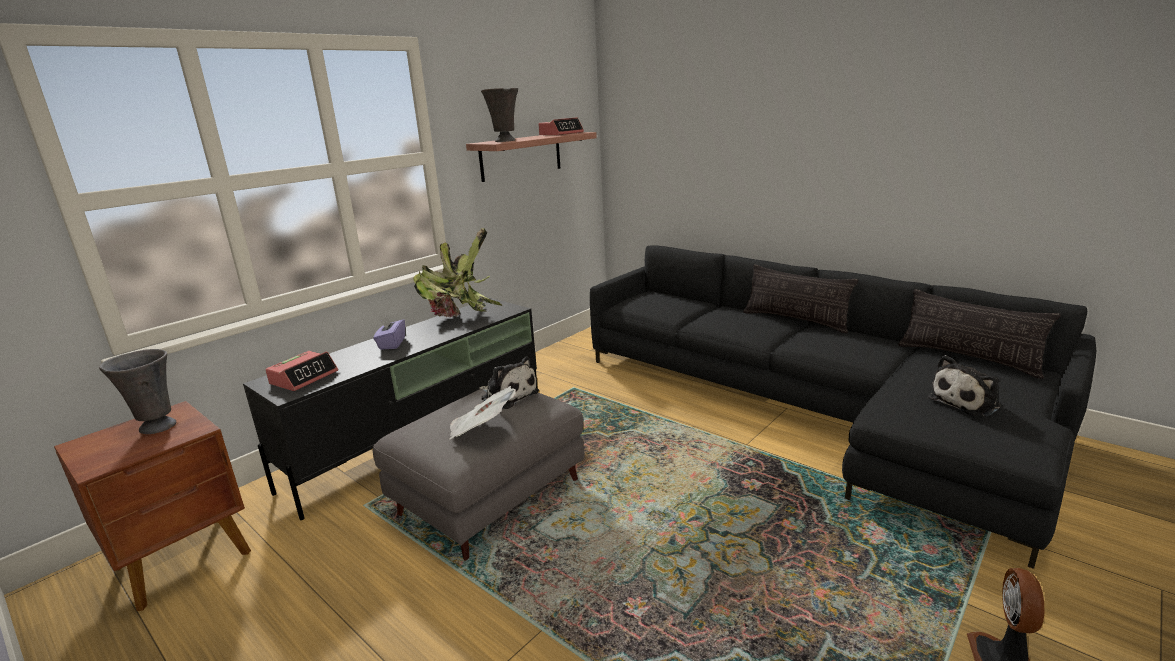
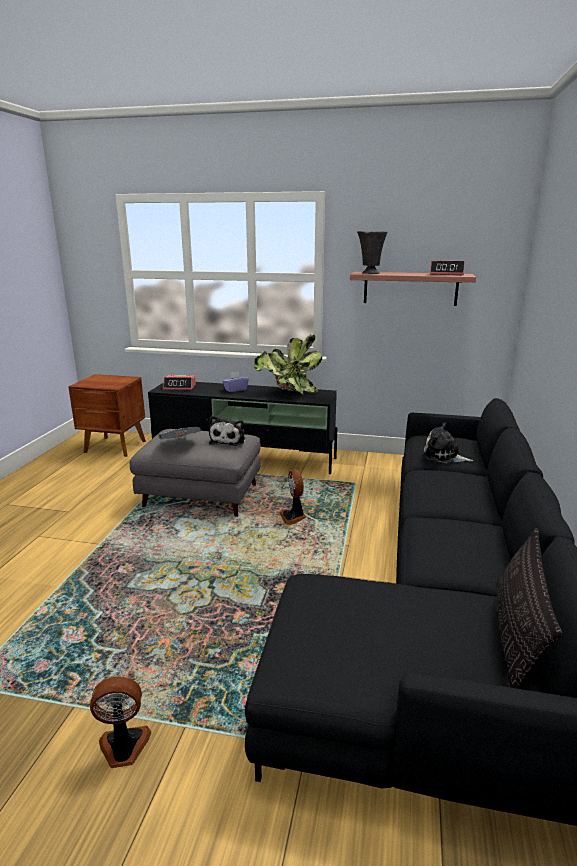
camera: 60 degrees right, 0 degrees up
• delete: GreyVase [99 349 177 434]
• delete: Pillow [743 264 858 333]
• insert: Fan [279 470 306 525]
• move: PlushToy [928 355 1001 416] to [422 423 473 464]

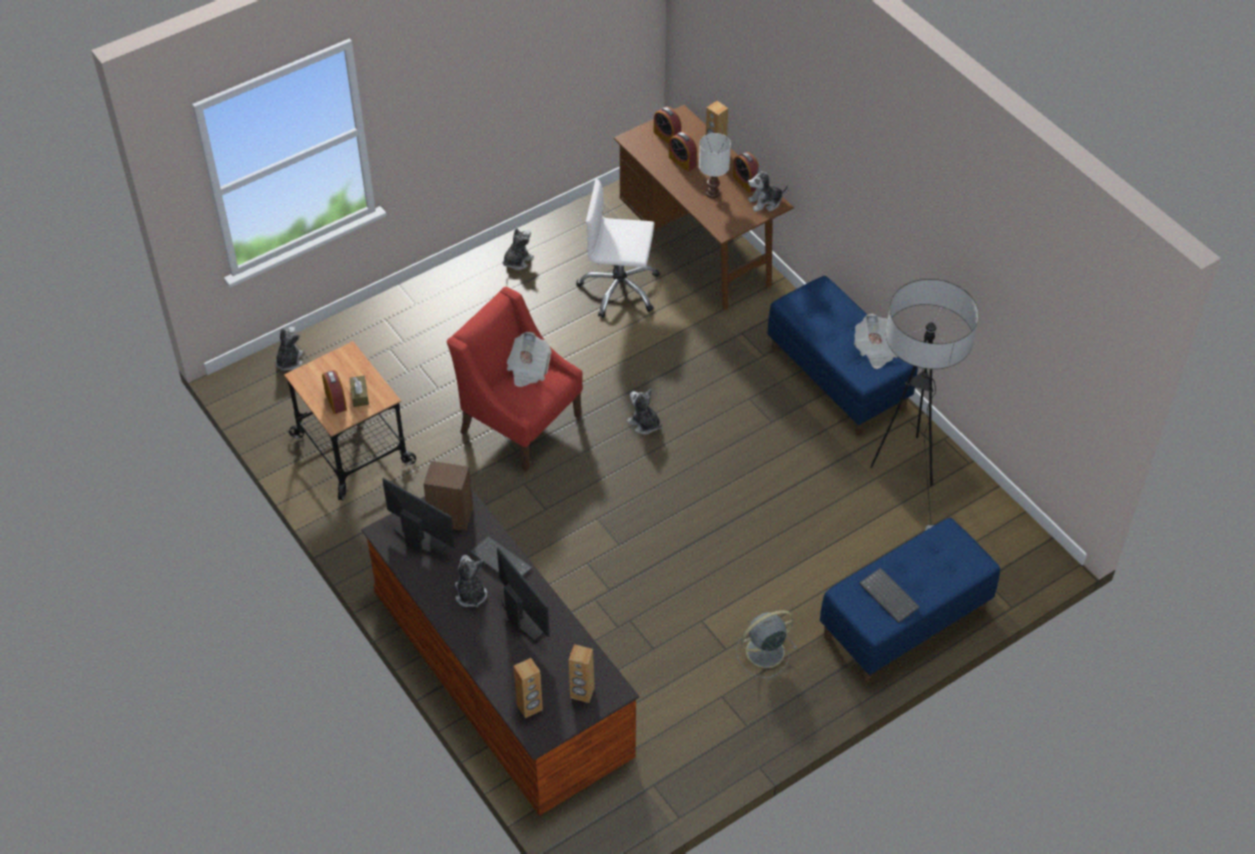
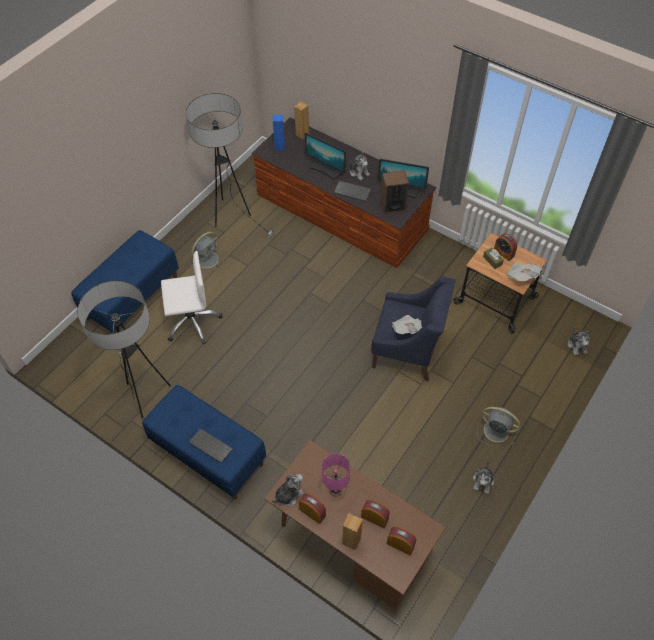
camera: 160 degrees right, 5 degrees up
• delete: PlushToy [627 389 662 435]
• insert: FloorLamp [186 93 273 238]
• insert: GreyFan [477 407 520 446]
• move: WhiteOfficeChair [576 179 660 318] to [161 251 223 344]
• move: Newspaper [854 314 898 369] to [506 263 542 281]
• move: Keyboard [859 568 920 623] to [188 429 233 463]
• recolor: RedArmchair [447 287 583 471] to BlueArmchair [371 276 456 381]
• recolor: BrownSpeaker [569 644 595 703] to BlueSpeaker [272 114 285 150]
• recolor: WhiteTableLamp [699 133 731 198] to PinkTableLamp [322 454 350 496]

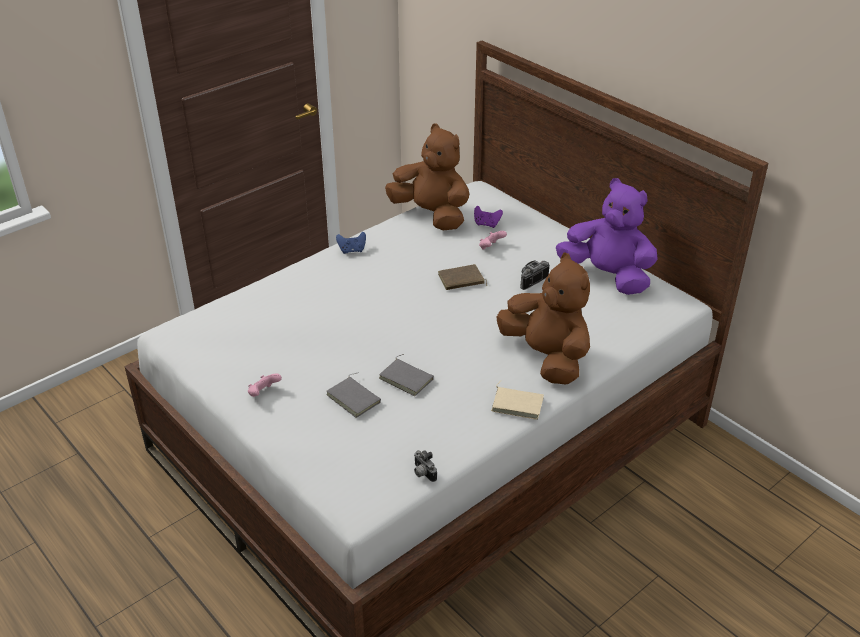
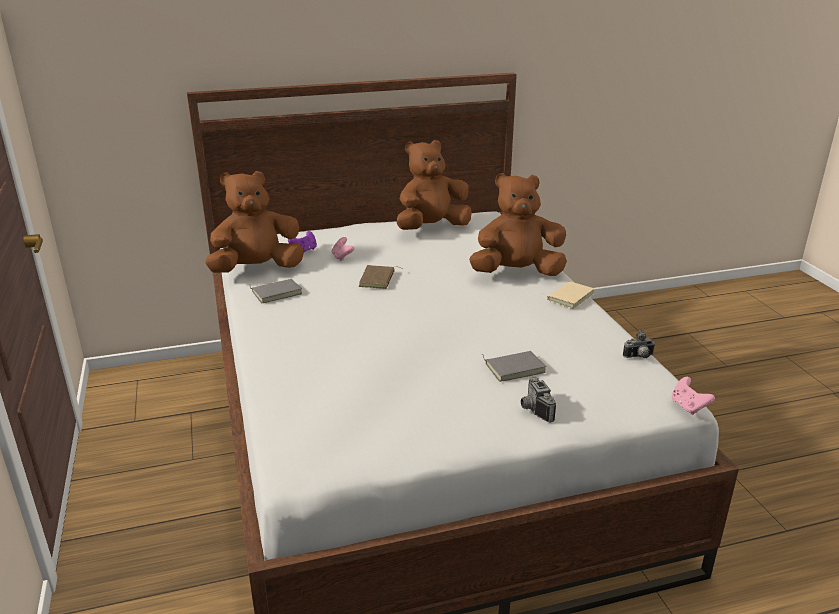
camera: 65 degrees left, 10 degrees down
• delete: BlueGameController [336 232 366 254]
• move: PinkGameController [248 373 282 397] to [672 377 715 415]
• move: GreyBook [379 354 434 396] to [250 279 302 303]
• move: PhotoCamera [520 261 549 290] to [521 377 556 423]
• recolor: PurplePlushToy [556 178 658 295] to BrownPlushToy [396 140 472 230]

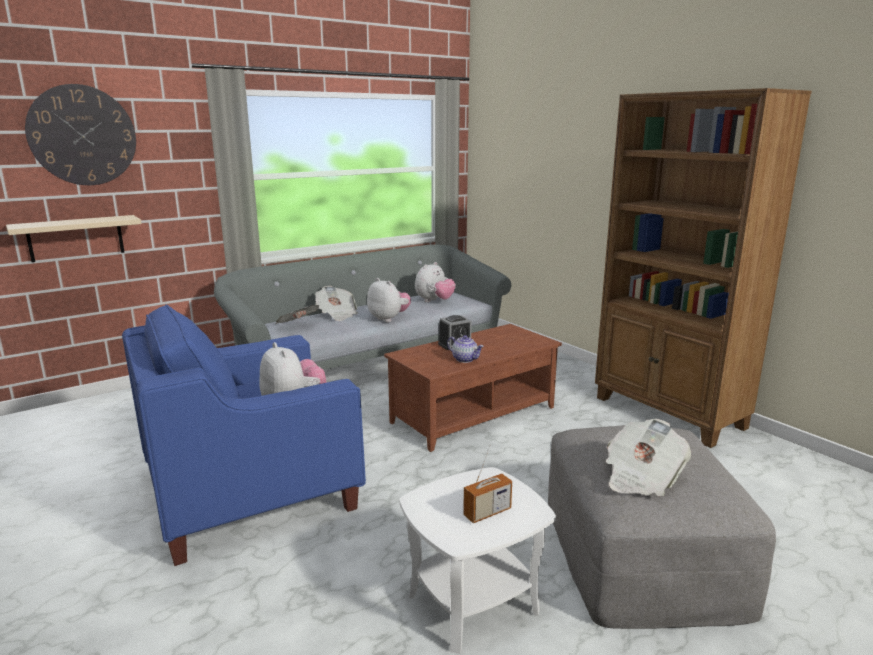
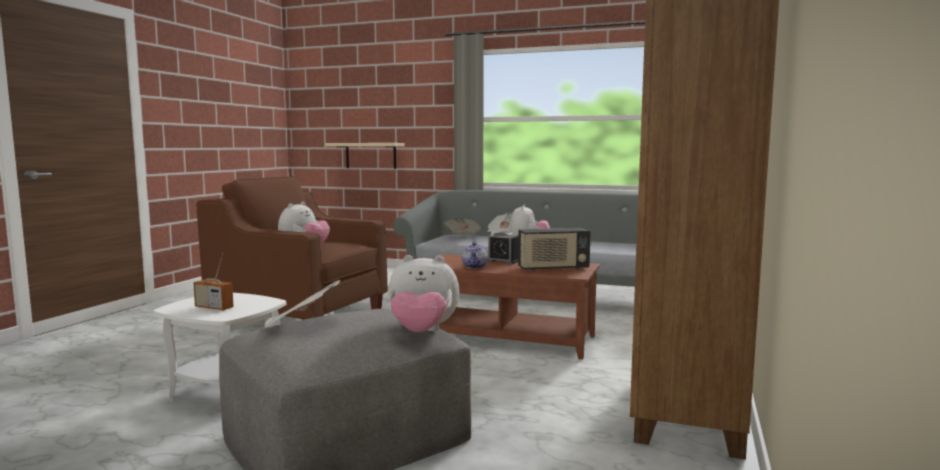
camera: 55 degrees right, 10 degrees down
• delete: WallClock [25 84 136 185]
• insert: Radio [518 228 591 271]
• move: PlushToy [415 262 456 302] to [388 255 459 332]
• recolor: BlueArmchair [122 305 366 566] to BrownArmchair [196 176 388 320]

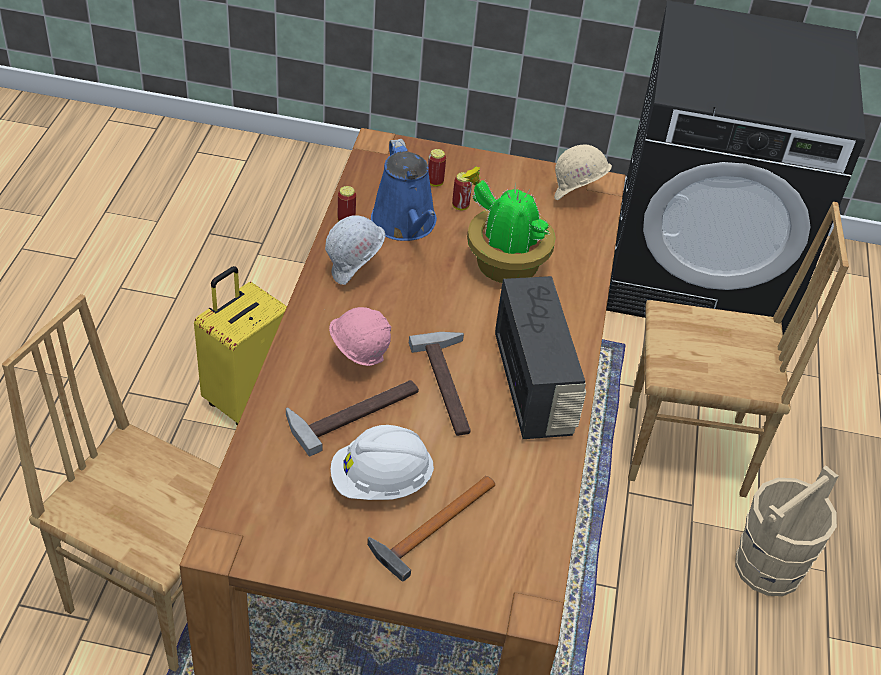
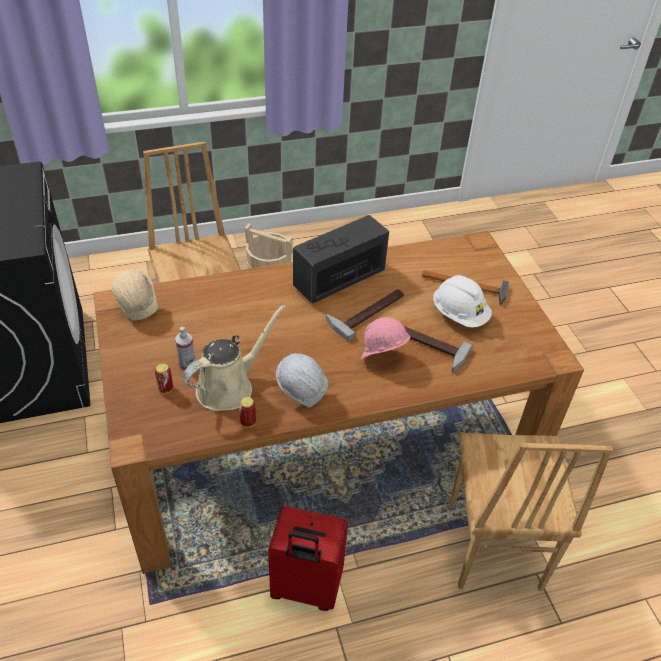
camera: 115 degrees left, 0 degrees up
• delete: PottedPlant [462 167 555 283]
• replace: Can [452 172 472 210] to SprayBottle [175 326 195 371]
• recolor: YellowSuitcase [194 266 287 426] to RedSuitcase [268 506 348 611]
• recolor: BlueWateringCan [371 139 437 241] to BeigeWateringCan [183 304 286 411]

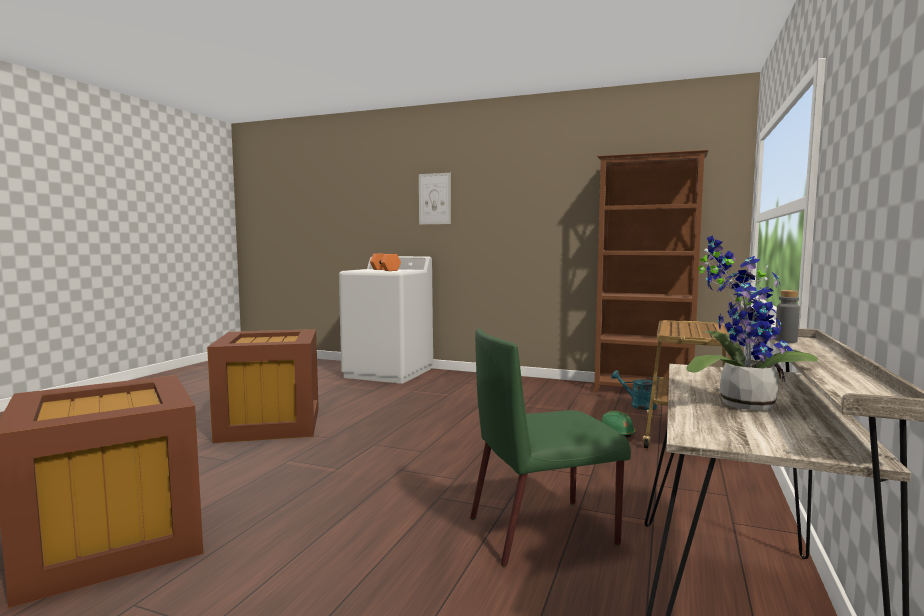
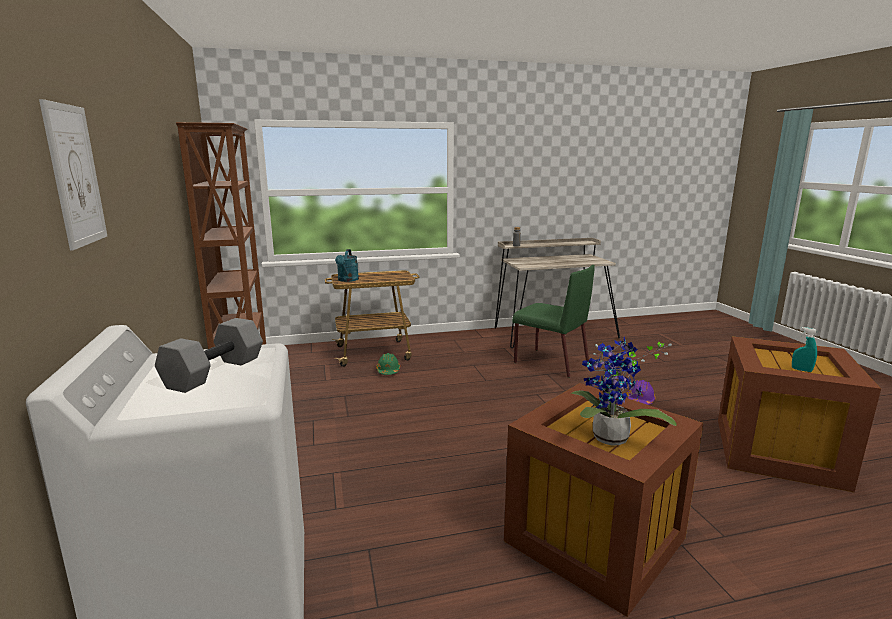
camera: 125 degrees left, 10 degrees up
• insert: PurpleHardHat [627 380 656 405]
• insert: TurquoiseSprayBottle [792 327 817 372]
• move: TurquoiseWateringCan [611 370 658 410] to [335 249 359 282]
• move: PottedPlant [686 235 818 411] to [571 337 677 446]
• recolor: OrangeDumbbell [370 254 401 271] to GreyDumbbell [155 318 263 393]

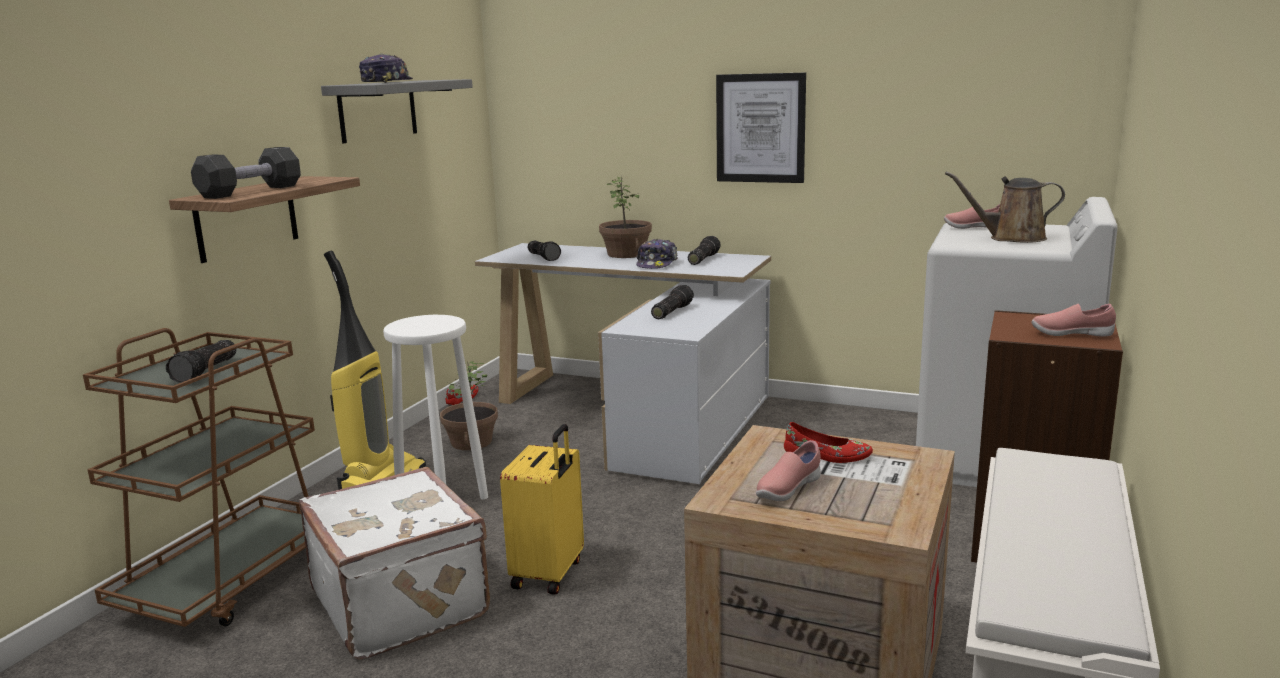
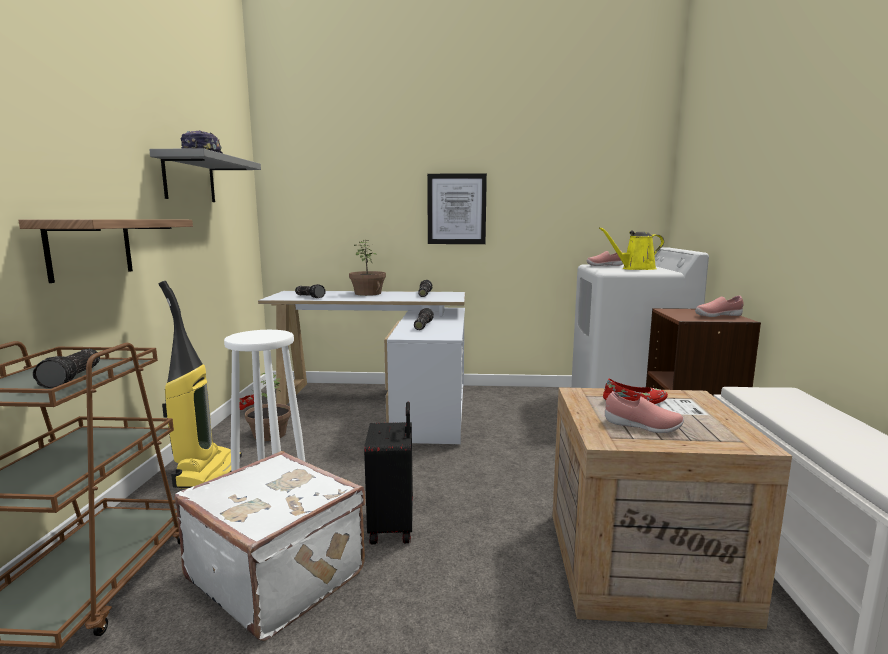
camera: 20 degrees left, 5 degrees down
• delete: BlackDumbbell [191 147 301 199]
• delete: Cap [636 239 678 269]
• recolor: YellowSuitcase [500 424 584 595] to BlackSuitcase [364 402 413 544]
• recolor: BrownWateringCan [945 172 1065 243] to YellowWateringCan [599 227 664 270]
• rotate: PinkShoe [756 440 821 501] = [605 391 684 433] 90 degrees counterclockwise

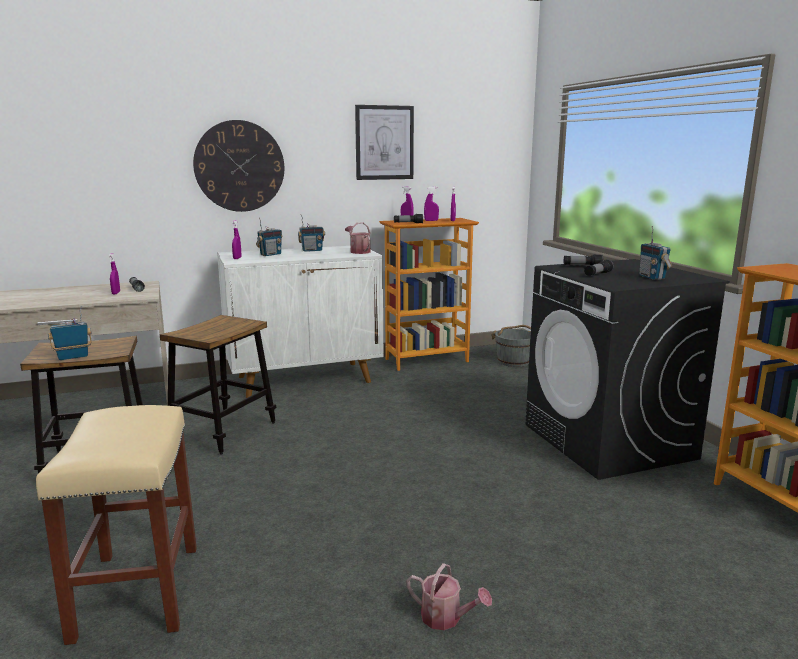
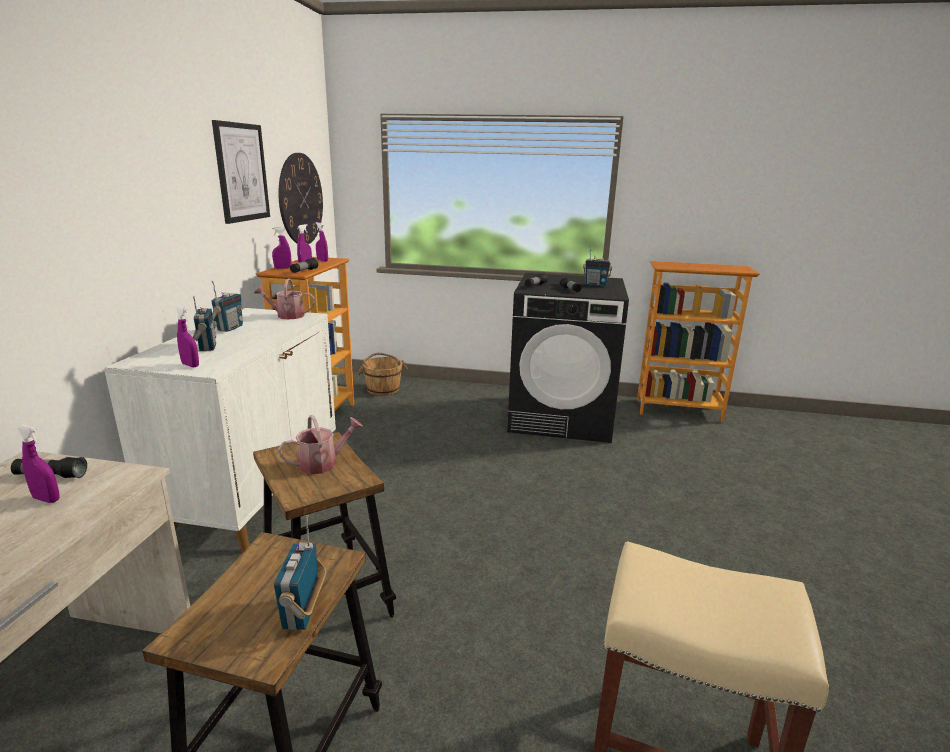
camera: 60 degrees left, 5 degrees up
• move: WallClock [193 120 284 212] to [278 153 323 244]
• move: WateringCan [407 563 492 630] to [278 415 363 474]
• recolor: GreyBucket [491 325 531 367] to BrownBucket [357 353 408 396]

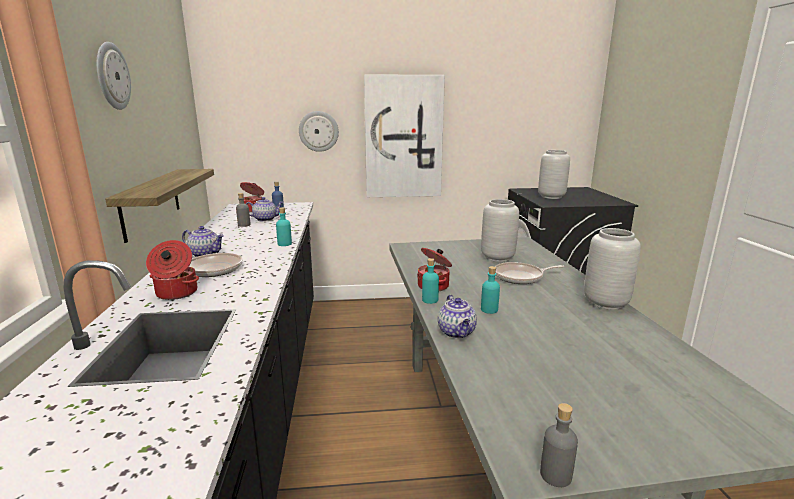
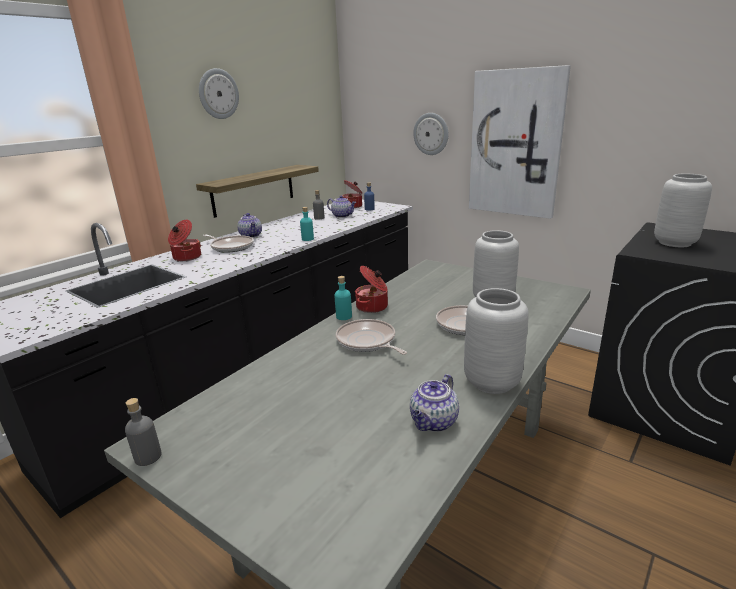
camera: 45 degrees right, 5 degrees up
• move: Teapot [438 295 477 338] to [410 374 459 432]
• replace: TurquoiseBottle [481 266 500 314] to FryingPan [336 319 407 355]

